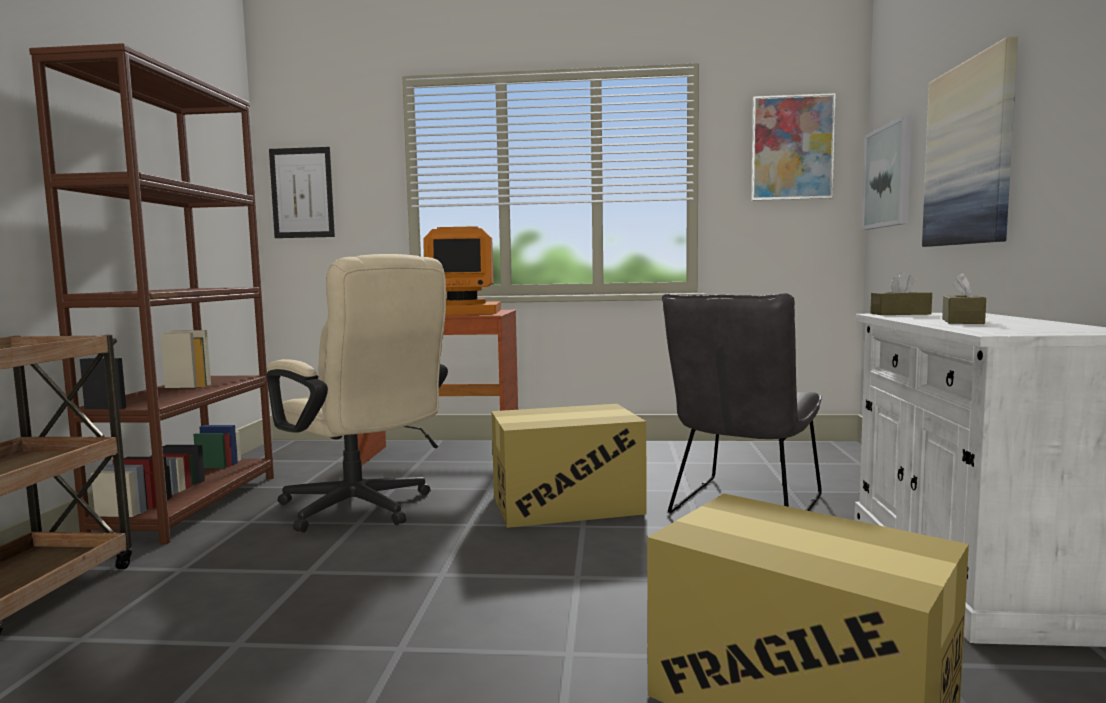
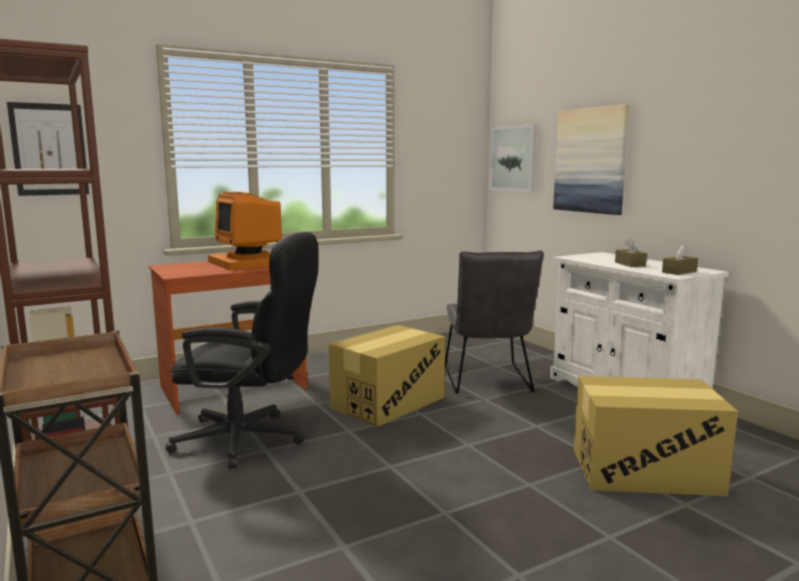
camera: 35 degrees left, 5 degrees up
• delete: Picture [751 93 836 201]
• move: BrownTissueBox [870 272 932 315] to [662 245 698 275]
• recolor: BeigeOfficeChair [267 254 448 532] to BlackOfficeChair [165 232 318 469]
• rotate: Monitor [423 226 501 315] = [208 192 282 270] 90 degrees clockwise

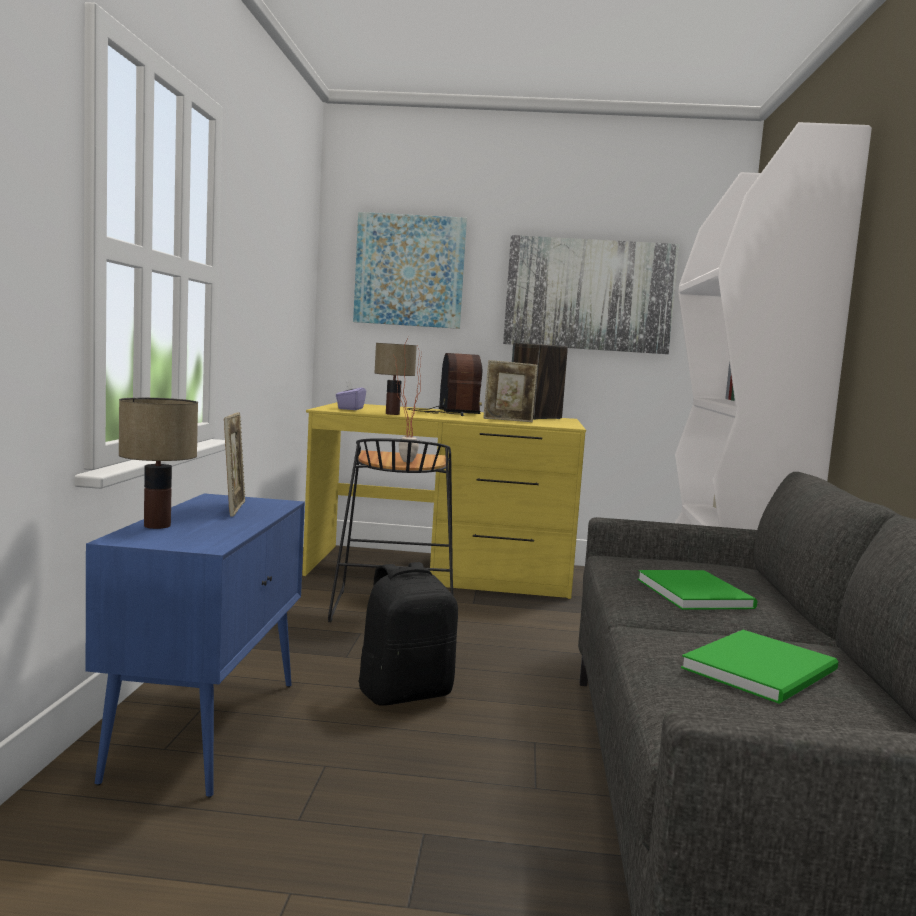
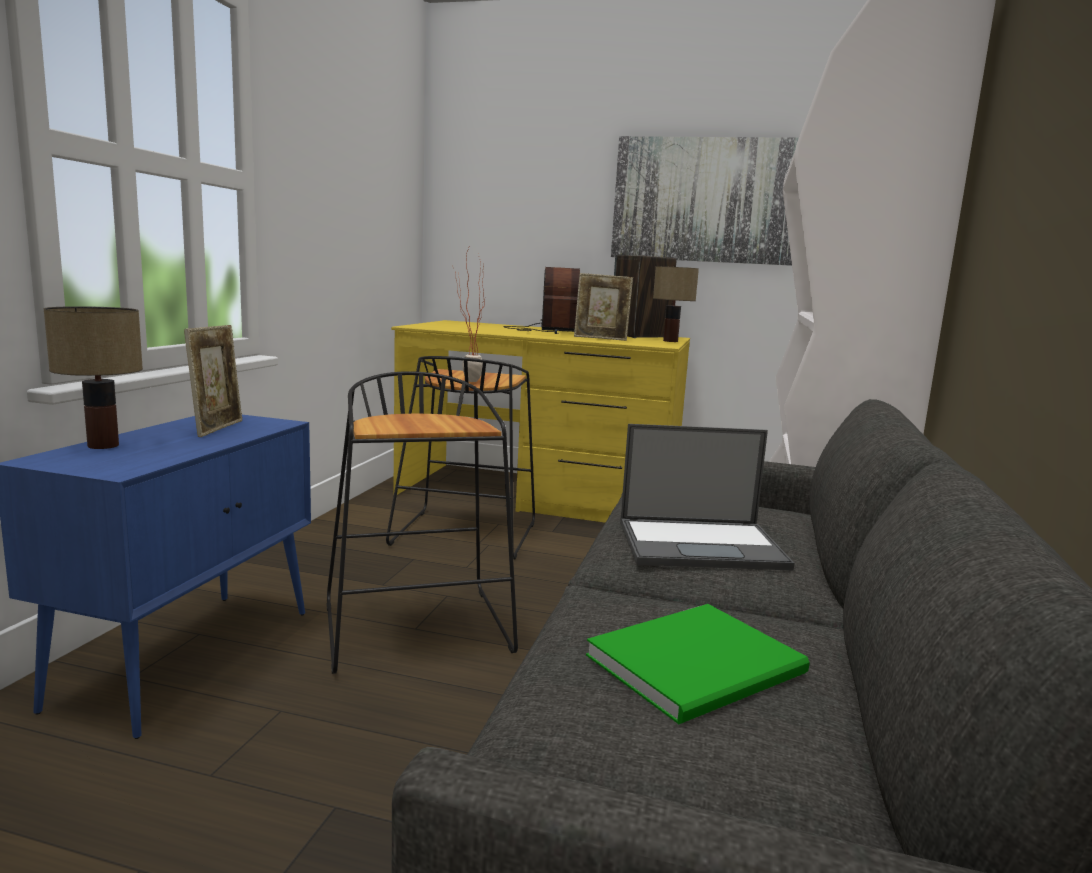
camera: 10 degrees right, 5 degrees up
• delete: PurpleTissueBox [336 380 366 410]
• delete: Picture [353 212 467 329]
• move: TableLamp [375 343 417 415] to [653 266 699 342]
• replace: BlackBackpack [358 562 458 706] to BlackStool [327 371 518 674]
• replace: GreenBook [638 570 757 610] to Laptop [620 424 794 570]

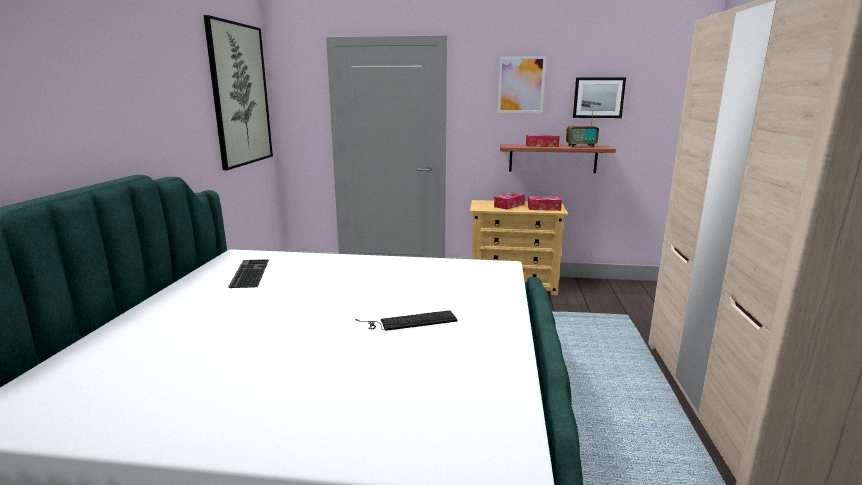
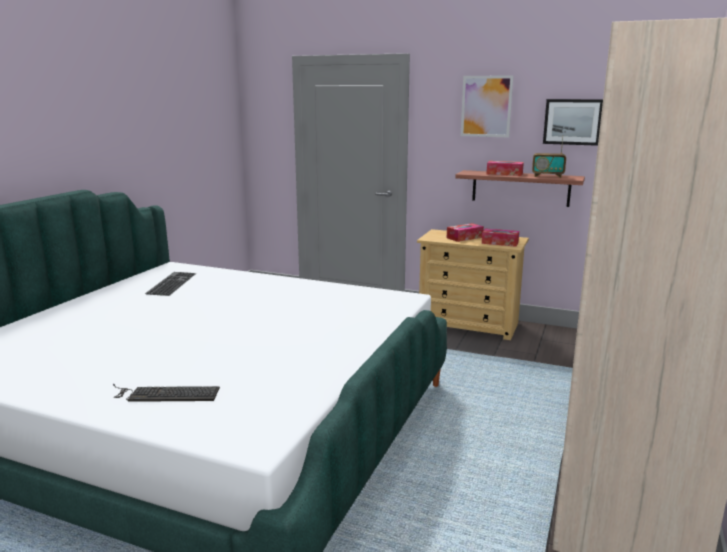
camera: 15 degrees right, 0 degrees up
• delete: Picture [204 15 273 170]
• move: Keyboard [355 310 458 331] to [113 384 220 402]

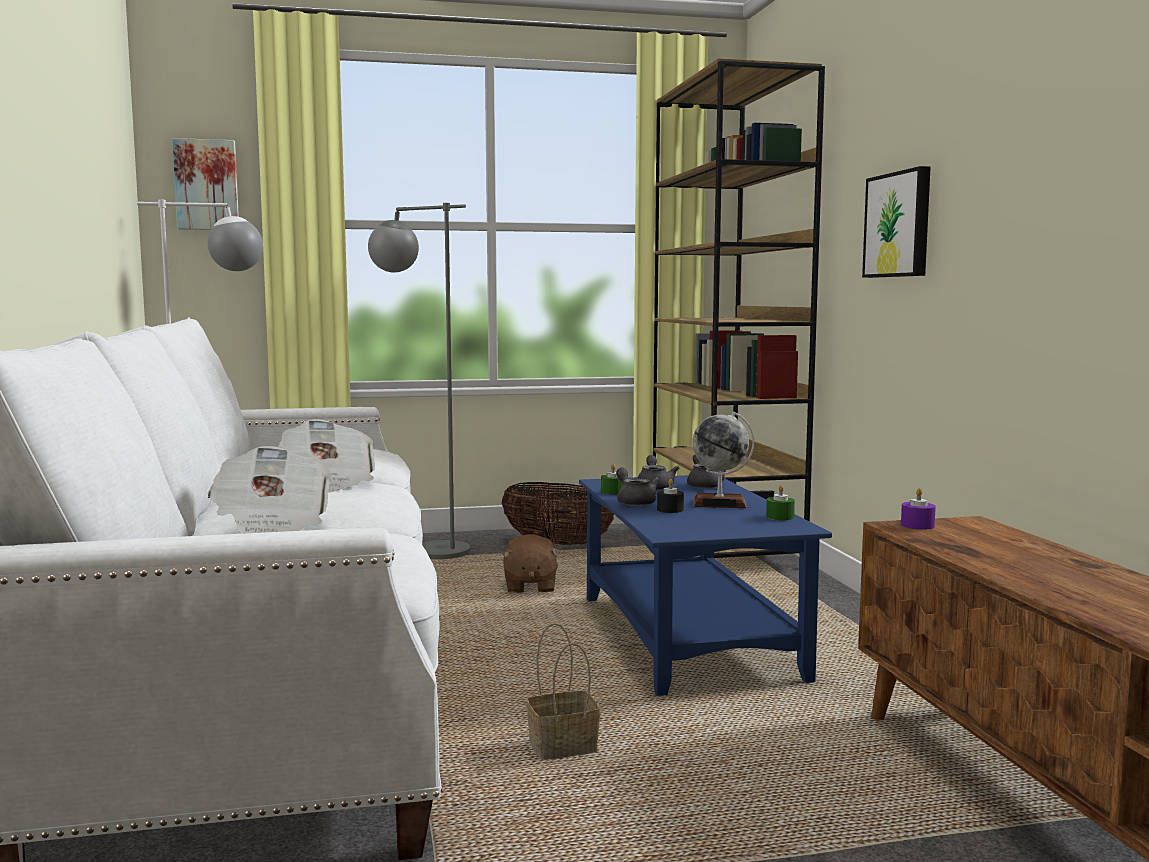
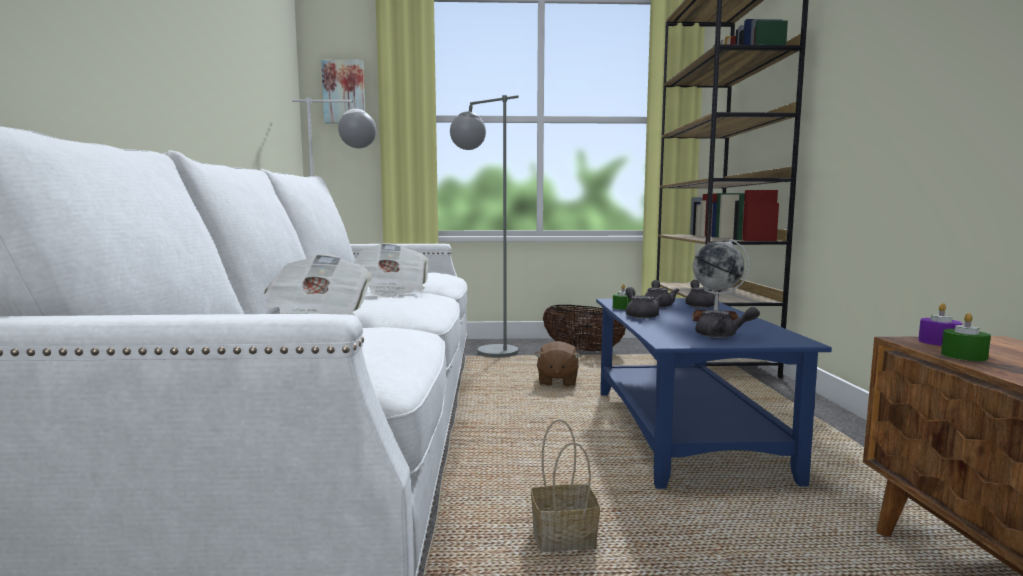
camera: 10 degrees right, 0 degrees up
• delete: BlackCandle [657 479 684 513]
• delete: Picture [862 166 931 278]
• insert: GreyTeapot [695 307 760 338]
• move: GreenCandle [766 485 795 520] to [941 313 991 361]

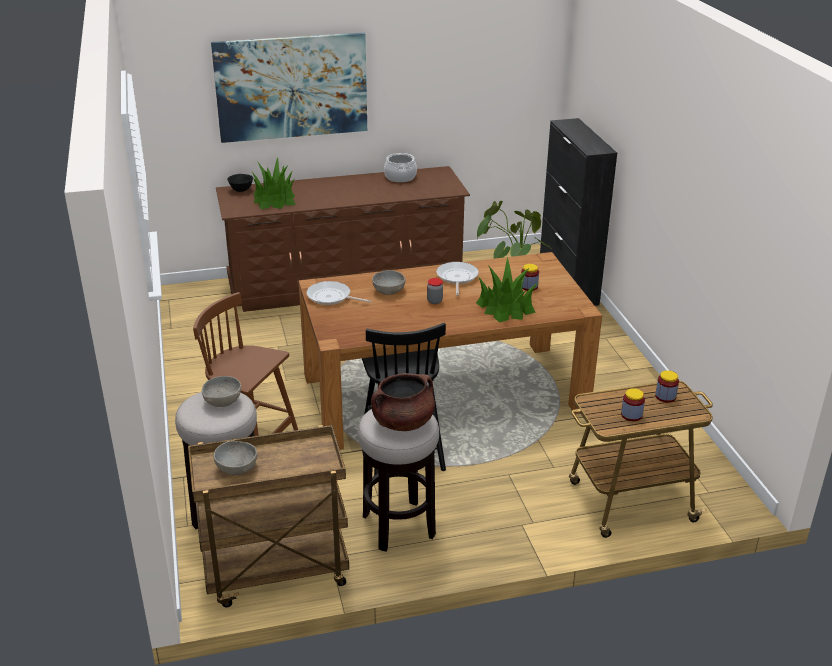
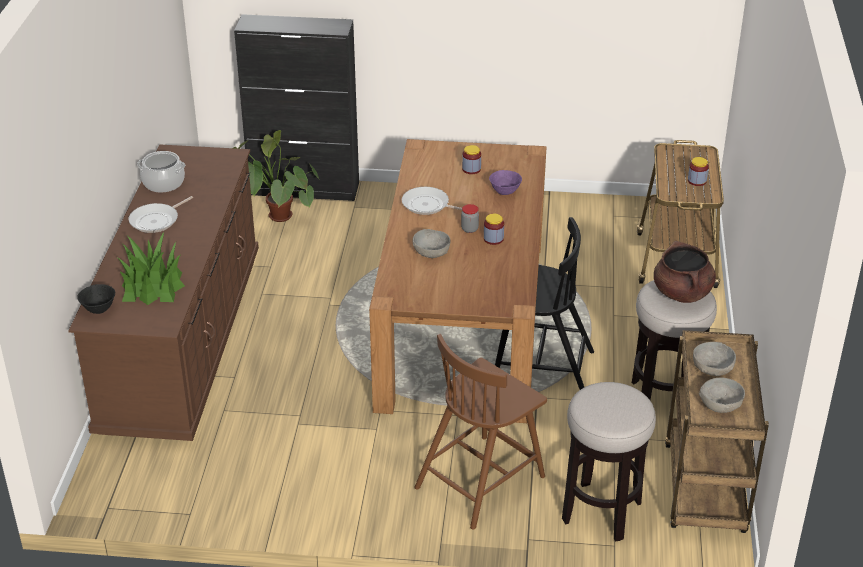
camera: 70 degrees left, 5 degrees up
• delete: Picture [211 33 367 143]
• move: GreyBowl [202 376 241 407] to [693 342 736 376]
• move: FryingPan [306 281 372 305] to [129 196 193 233]
• move: Jar [655 370 679 403] to [484 213 504 245]
• replace: PottedPlant [476 257 537 323] to PurpleBowl [489 170 522 195]

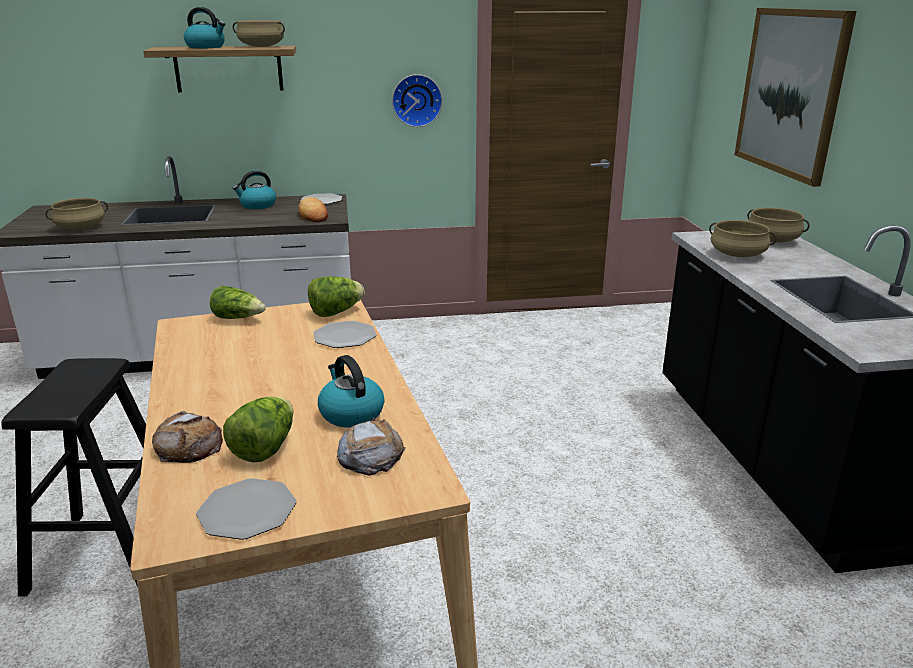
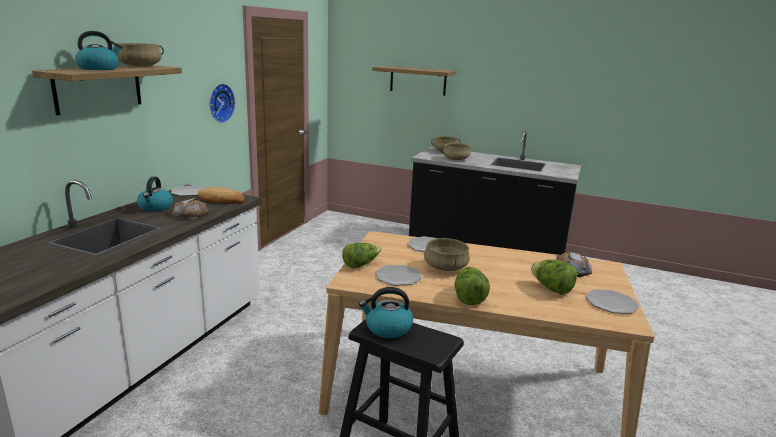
camera: 60 degrees left, 5 degrees down
• insert: Plate [375 265 422 286]
• move: BeigeCookingPot [45 198 108 230] to [424 238 470 271]
• move: Bread [152 411 223 463] to [172 198 208 219]
• move: Lettuce [308 276 365 317] to [454 267 490 305]
• move: Kettle [318 355 385 428] to [359 287 413 338]
• replace: Picture [734 8 857 187] to Shelf [372 66 456 96]

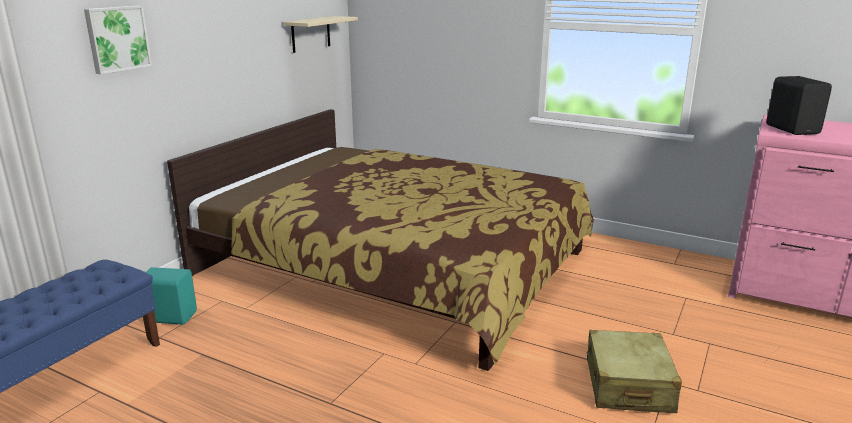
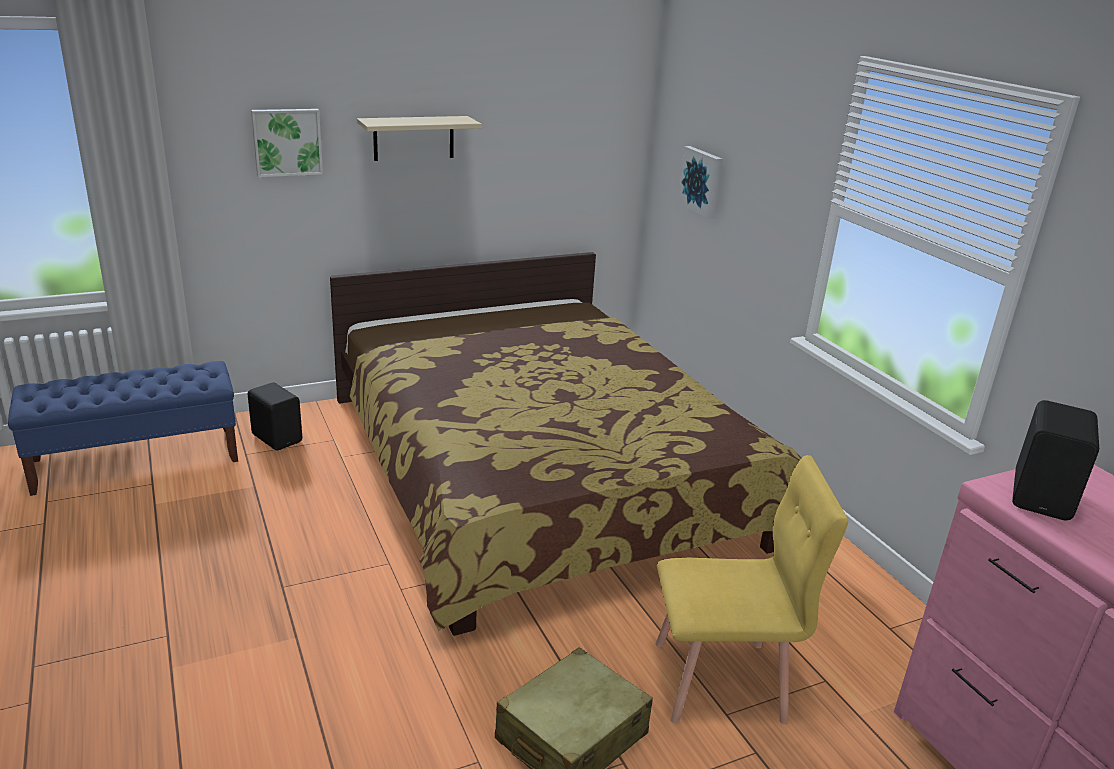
camera: 35 degrees right, 5 degrees up
• insert: YellowChair [656 455 848 724]
• insert: Picture [678 146 723 219]
• move: BeigeShelf [283 16 358 53] to [357 116 482 161]
• recolor: TurquoiseSpeaker [146 267 197 325] to BlackSpeaker [248 382 302 450]

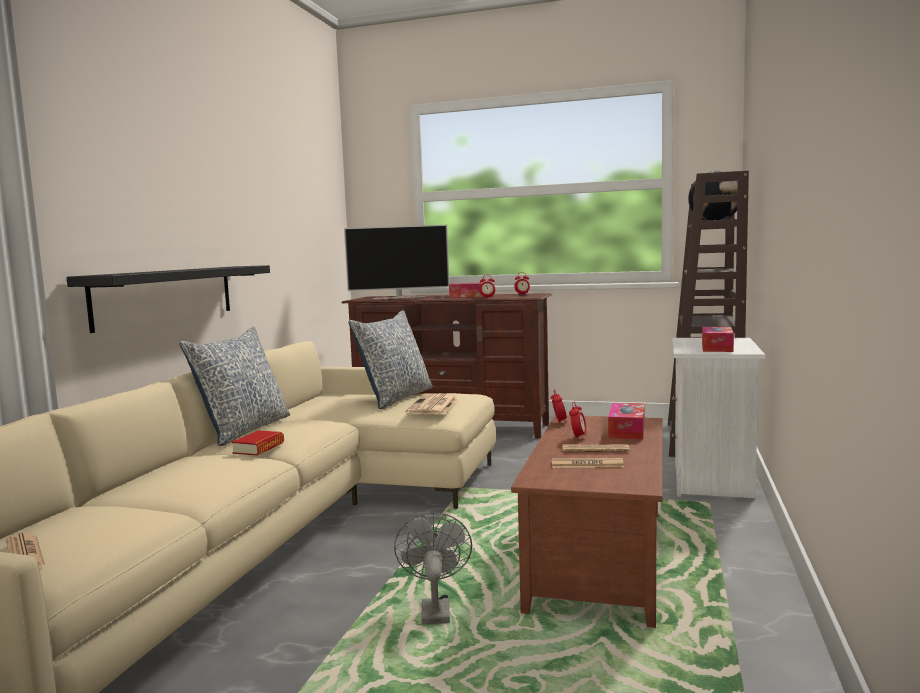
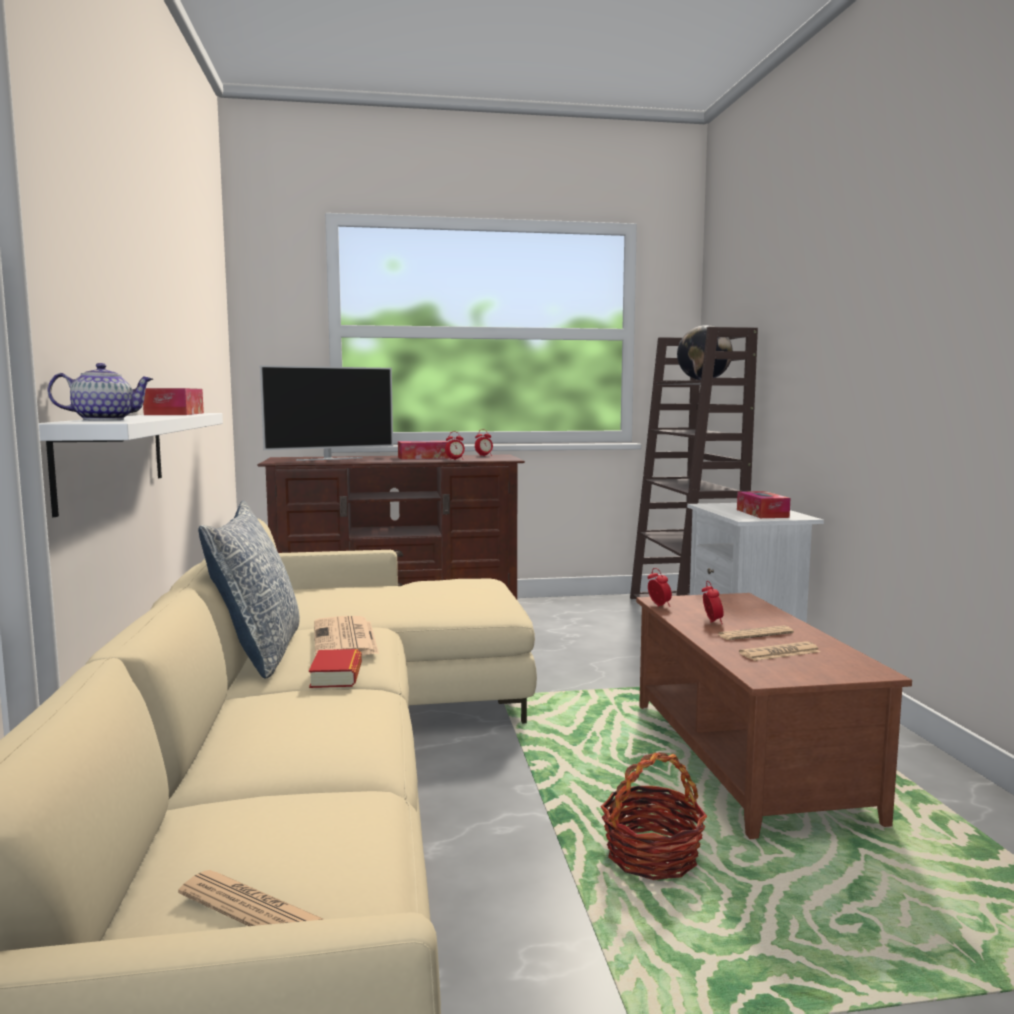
camera: 25 degrees left, 0 degrees up
• delete: Pillow [348 310 433 409]
• insert: Teapot [48 363 153 420]
• move: Newspaper [405 393 458 415] to [314 616 379 656]
• move: TissueBox [608 403 645 440] to [143 388 204 415]
• replace: GreyFan [394 512 472 625] to Basket [600 752 707 880]
• recolor: BlackShelf [67 265 270 333] to WhiteShelf [39 413 223 517]

